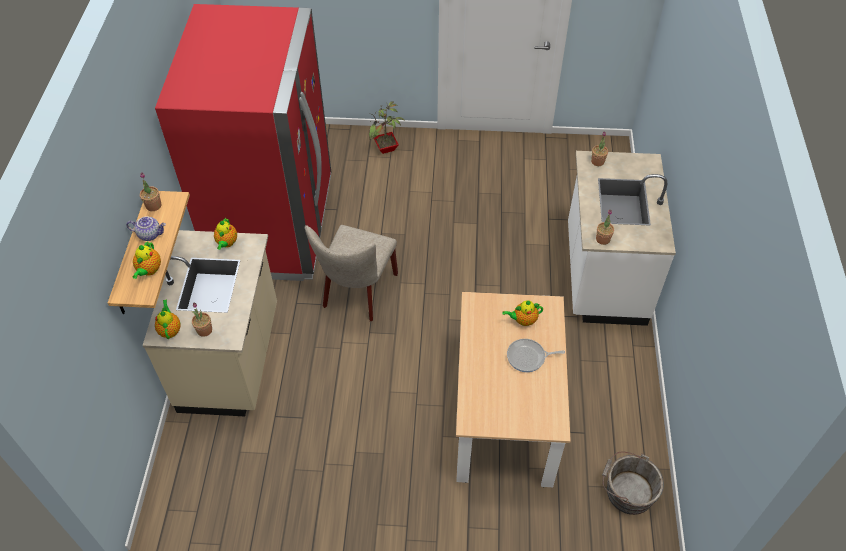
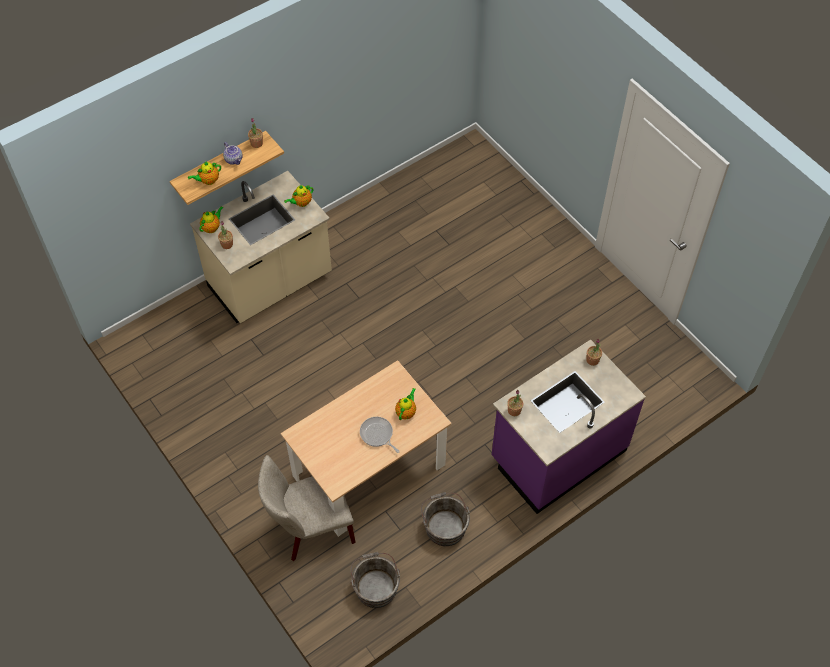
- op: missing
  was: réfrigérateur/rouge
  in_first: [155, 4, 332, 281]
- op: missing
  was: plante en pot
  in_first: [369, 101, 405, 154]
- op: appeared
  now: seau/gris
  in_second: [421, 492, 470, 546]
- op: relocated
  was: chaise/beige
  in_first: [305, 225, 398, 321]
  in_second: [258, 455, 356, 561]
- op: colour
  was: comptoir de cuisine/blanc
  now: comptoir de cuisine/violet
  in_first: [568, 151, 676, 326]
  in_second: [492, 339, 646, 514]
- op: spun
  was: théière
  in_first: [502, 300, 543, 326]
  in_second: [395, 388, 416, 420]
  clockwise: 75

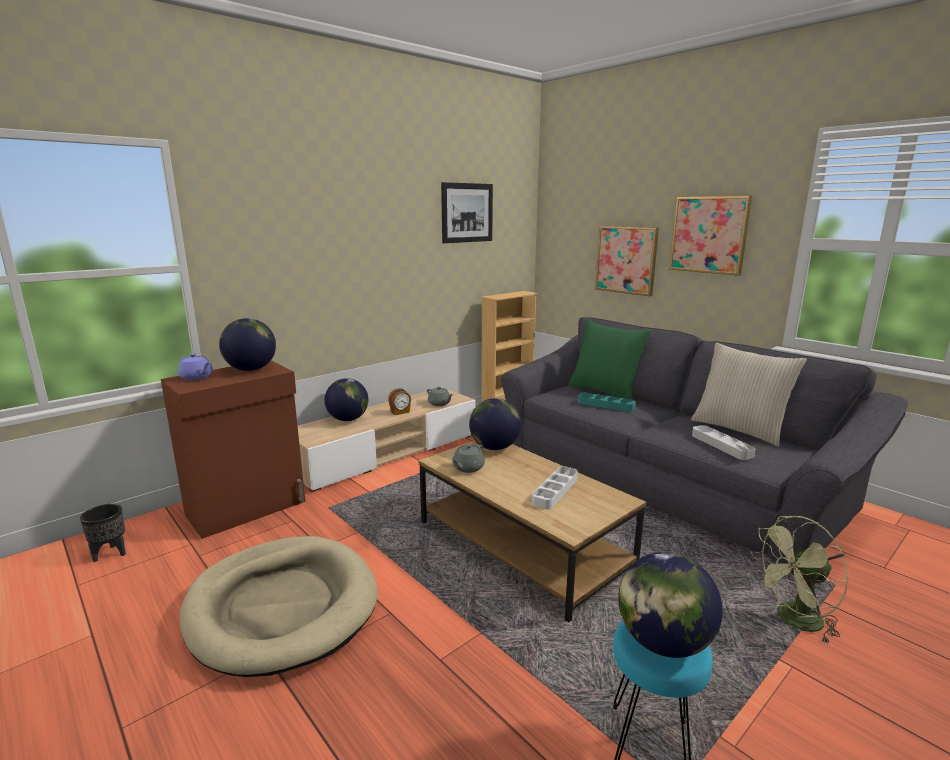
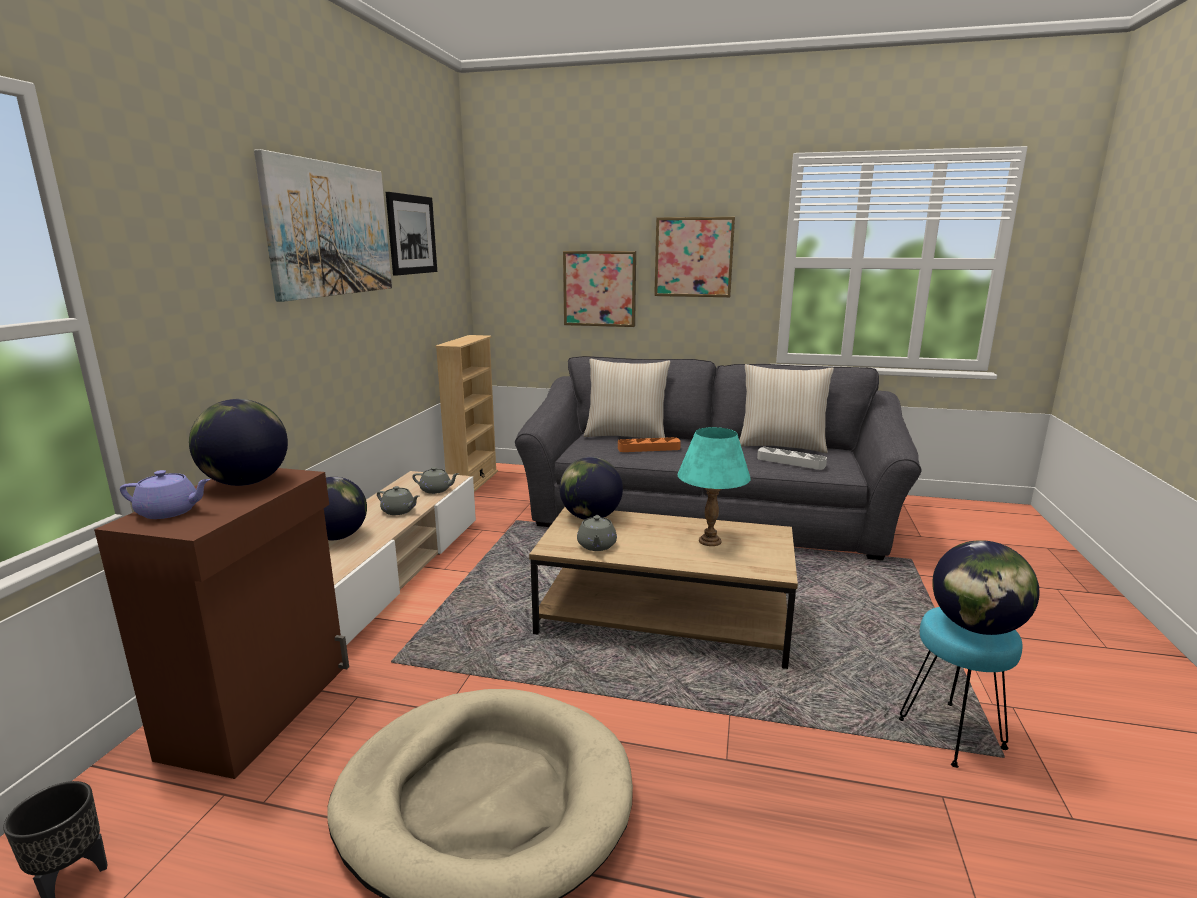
- op: missing
  was: ventilateur/vert
  in_first: [751, 516, 848, 644]
- op: appeared
  now: tableau
  in_second: [254, 149, 392, 302]
- op: exchanged
  was: réveil
  now: théière/gris
  in_first: [388, 388, 411, 415]
  in_second: [377, 486, 419, 515]
- op: exchanged
  was: plateau/blanc
  now: lampe de table/turquoise
  in_first: [532, 466, 578, 509]
  in_second: [677, 427, 751, 546]
- op: colour
  was: coussin/vert
  now: coussin/beige
  in_first: [568, 320, 651, 400]
  in_second: [584, 359, 671, 438]
- op: colour
  was: plateau/turquoise
  now: plateau/orange
  in_first: [578, 393, 636, 412]
  in_second: [618, 437, 681, 452]

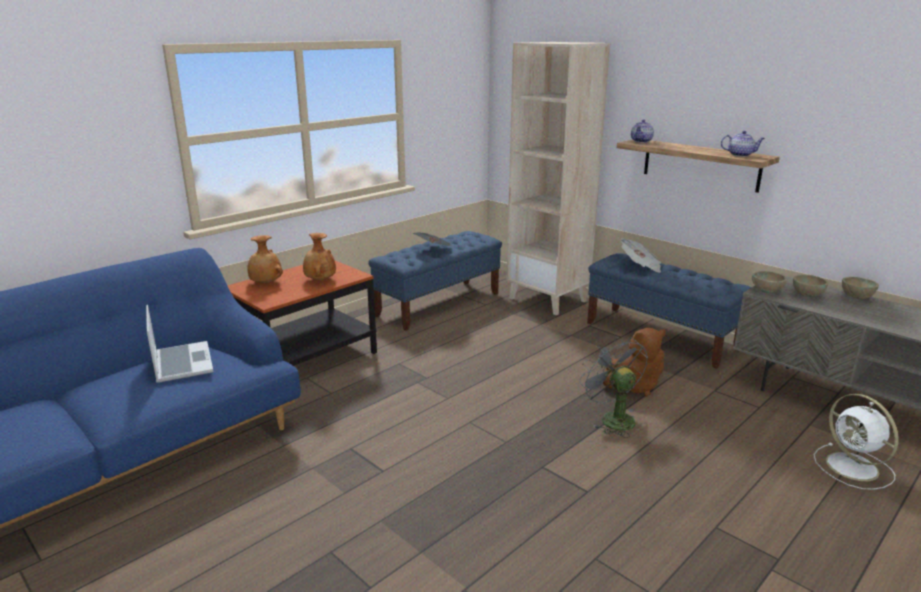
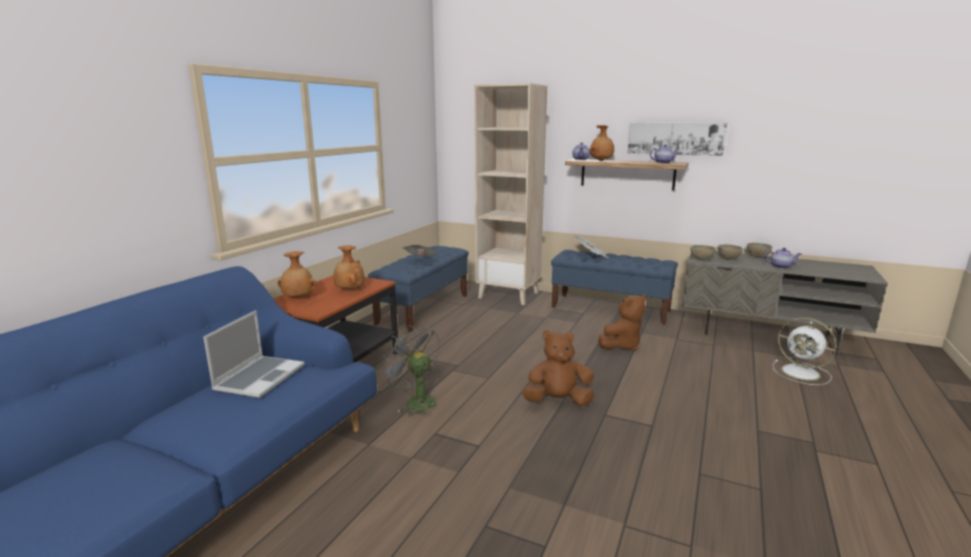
- op: appeared
  now: peluche/marron
  in_second: [522, 330, 594, 406]
- op: appeared
  now: vase/marron
  in_second: [589, 125, 614, 161]
- op: appeared
  now: tableau
  in_second: [628, 123, 727, 156]
- op: appeared
  now: théière
  in_second: [764, 248, 801, 269]
- op: relocated
  was: ventilateur/gris
  in_first: [579, 336, 648, 438]
  in_second: [380, 325, 440, 416]
- op: spun
  was: ordinateur portable
  in_first: [146, 305, 213, 383]
  in_second: [203, 310, 304, 398]
  clockwise: 60

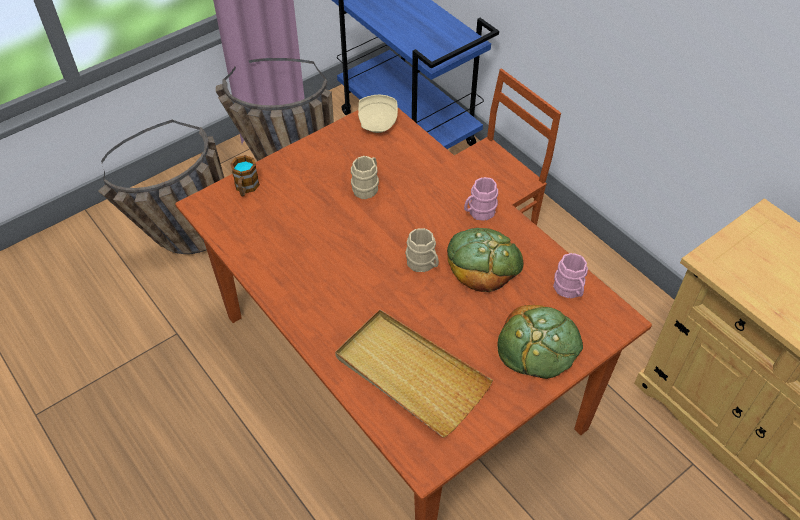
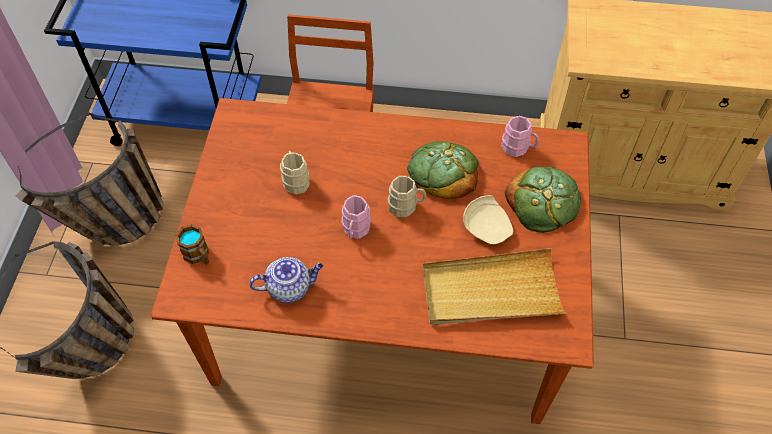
- op: appeared
  now: théière
  in_second: [249, 257, 324, 303]
- op: relocated
  was: assiette/beige
  in_first: [358, 95, 398, 133]
  in_second: [463, 195, 513, 244]
- op: relocated
  was: mug/rose
  in_first: [464, 177, 498, 221]
  in_second: [341, 195, 371, 239]

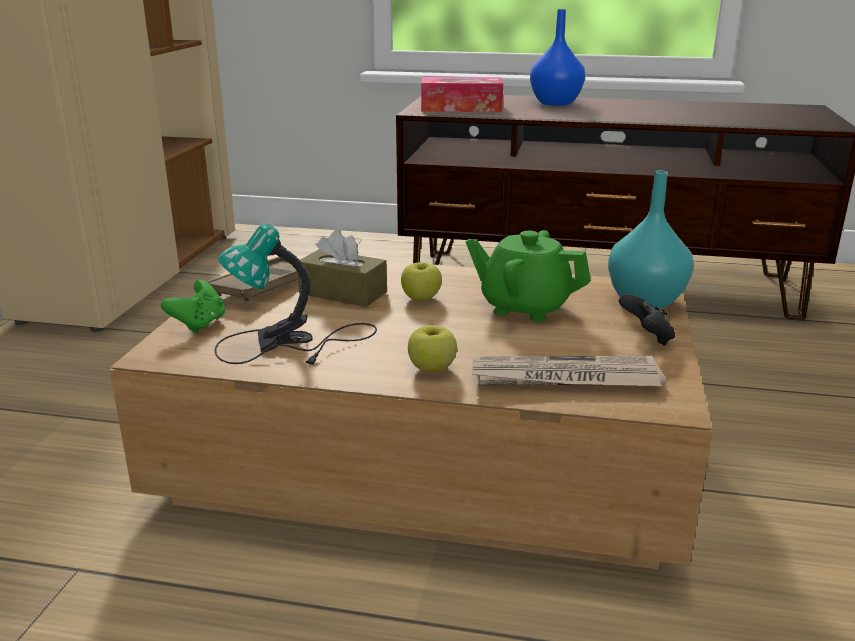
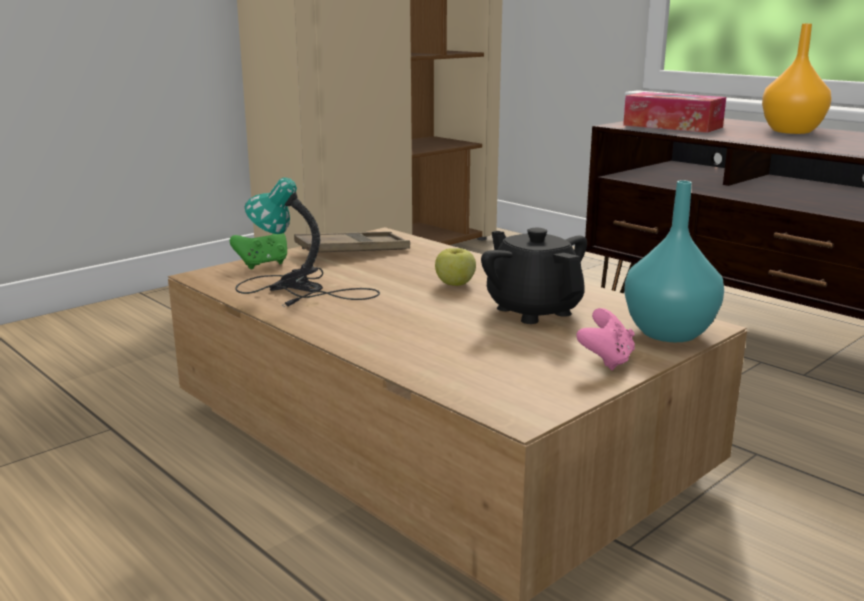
- op: missing
  was: boîte à mouchoirs/marron
  in_first: [298, 229, 387, 307]
- op: missing
  was: pomme
  in_first: [408, 325, 457, 372]
- op: missing
  was: journal
  in_first: [472, 356, 666, 386]
- op: colour
  was: théière/vert
  now: théière/noir
  in_first: [466, 230, 591, 322]
  in_second: [481, 228, 587, 324]
- op: colour
  was: vase/bleu
  now: vase/orange
  in_first: [530, 9, 585, 106]
  in_second: [762, 24, 832, 134]
- op: colour
  was: manette/noir
  now: manette/rose
  in_first: [619, 294, 675, 346]
  in_second: [576, 308, 635, 370]

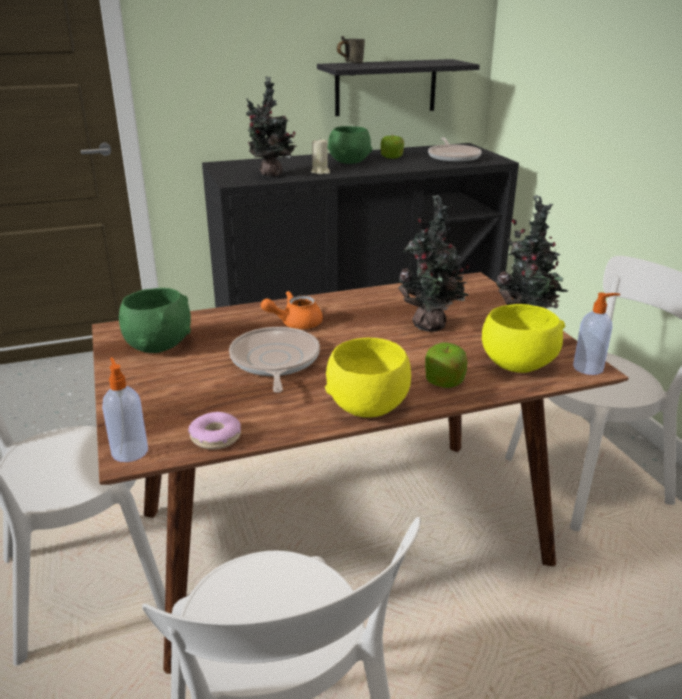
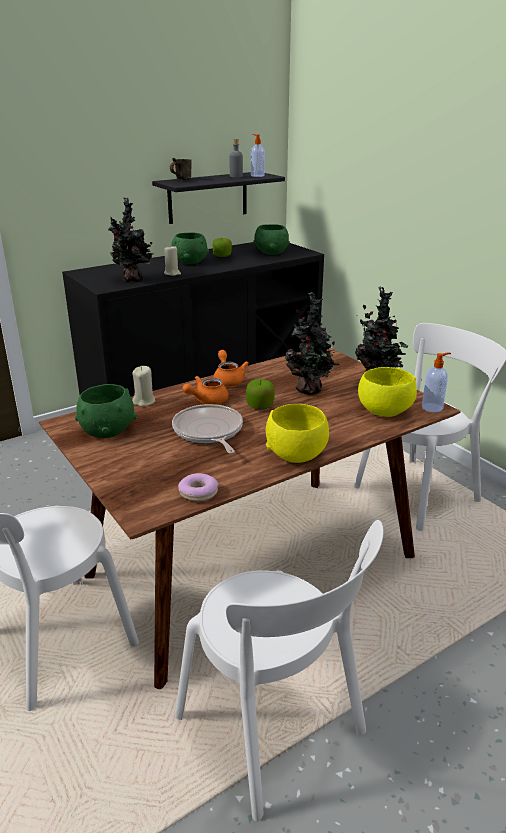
- op: appeared
  now: bougie/beige
  in_second: [132, 366, 155, 407]
- op: appeared
  now: théière/orange
  in_second: [213, 350, 249, 387]
- op: appeared
  now: bouteille/gris
  in_second: [229, 139, 243, 178]
- op: relocated
  was: distributeur de savon
  in_first: [102, 358, 148, 462]
  in_second: [251, 134, 265, 177]
- op: relocated
  was: pomme
  in_first: [425, 342, 468, 388]
  in_second: [246, 379, 275, 409]
- op: exchanged
  was: poêle
  now: bol/vert
  in_first: [428, 138, 482, 163]
  in_second: [253, 224, 290, 255]

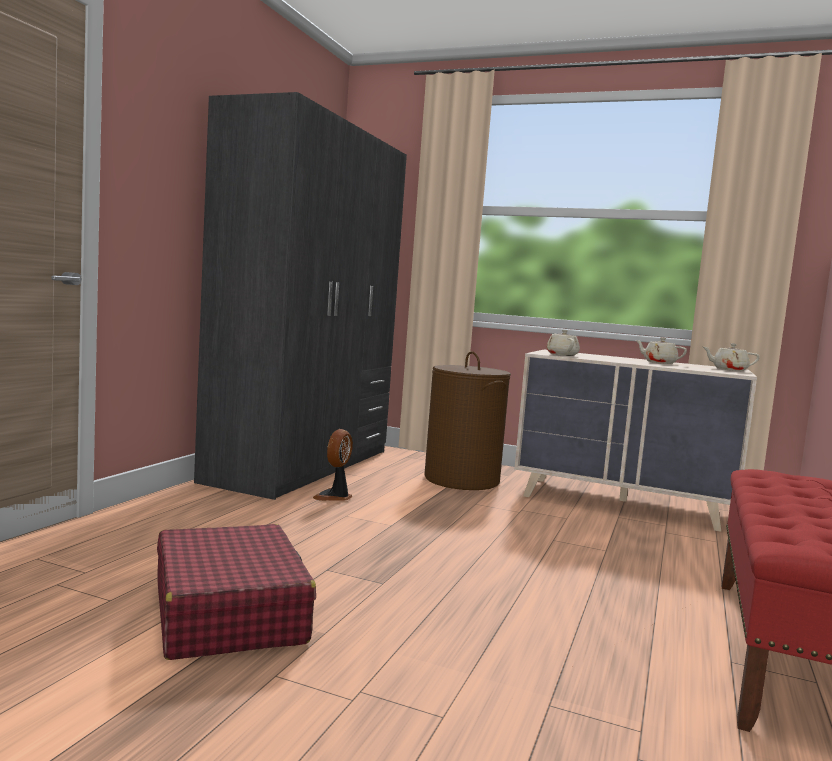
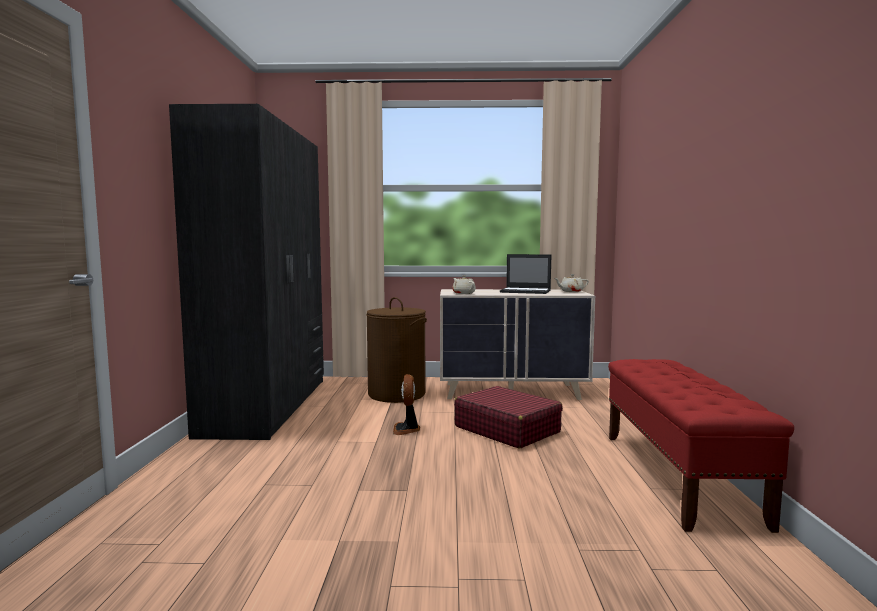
- op: relocated
  was: valise/rouge
  in_first: [157, 524, 316, 660]
  in_second: [454, 386, 563, 449]
- op: relocated
  was: ventilateur
  in_first: [313, 429, 353, 501]
  in_second: [393, 374, 420, 435]
- op: exchanged
  was: théière/beige
  now: ordinateur portable
  in_first: [636, 337, 687, 364]
  in_second: [500, 254, 551, 294]

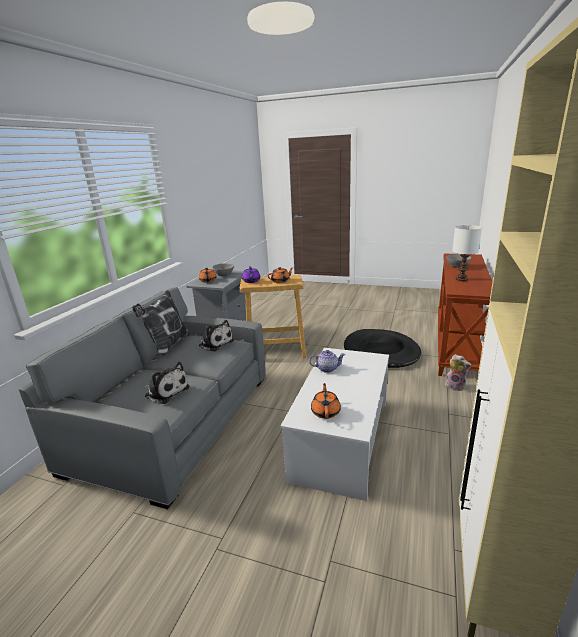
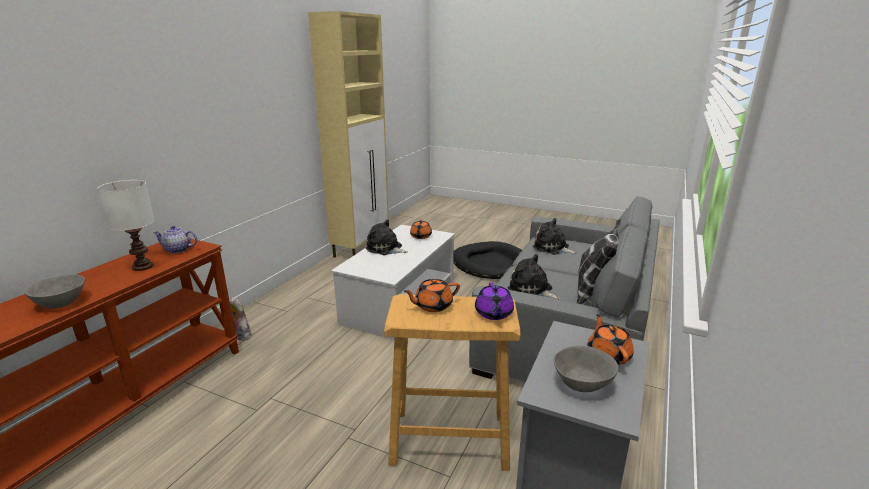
- op: appeared
  now: peluche
  in_second: [366, 219, 408, 255]
- op: relocated
  was: théière
  in_first: [309, 350, 345, 373]
  in_second: [153, 226, 197, 254]
- op: relocated
  was: panier pour chien/noir
  in_first: [344, 329, 421, 368]
  in_second: [453, 241, 522, 279]

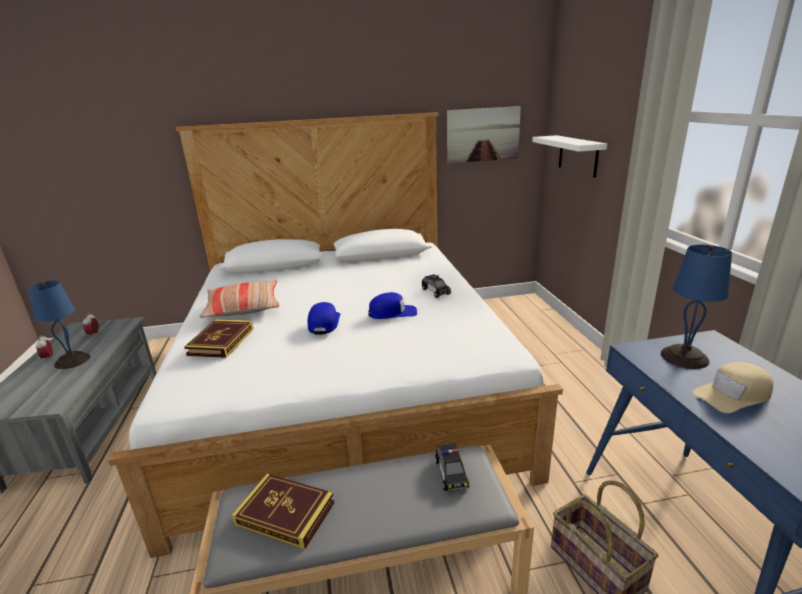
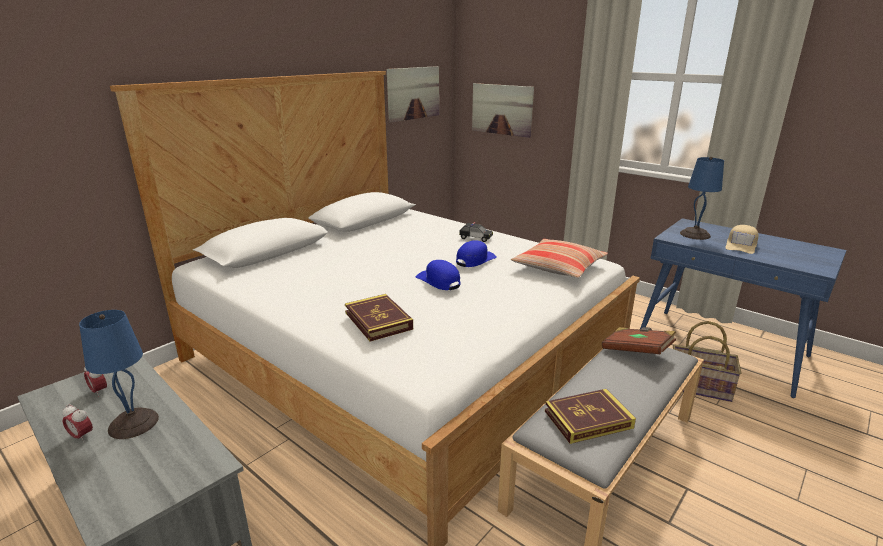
- op: relocated
  was: coussin
  in_first: [200, 280, 279, 318]
  in_second: [511, 239, 608, 278]
- op: exchanged
  was: petite voiture
  now: livre/marron
  in_first: [435, 443, 469, 491]
  in_second: [602, 327, 676, 354]
- op: exchanged
  was: étagère/blanc
  now: tableau
  in_first: [532, 135, 607, 178]
  in_second: [472, 83, 534, 138]

